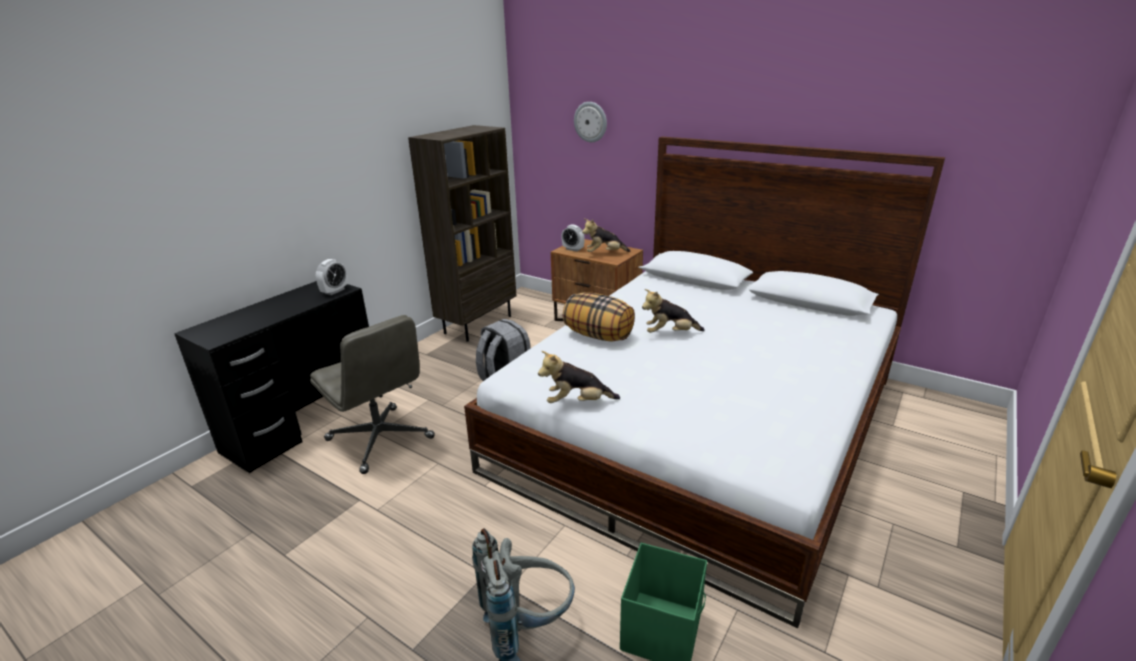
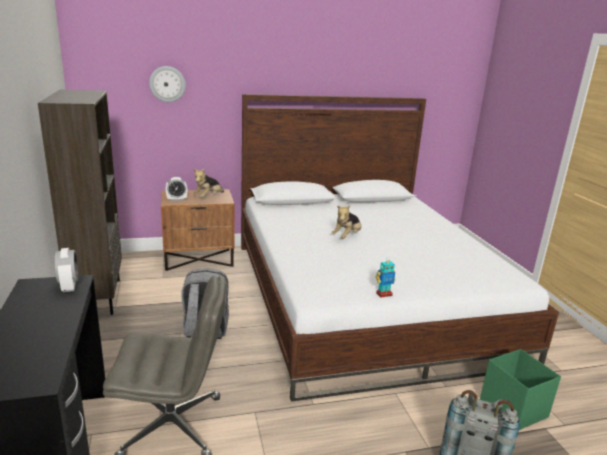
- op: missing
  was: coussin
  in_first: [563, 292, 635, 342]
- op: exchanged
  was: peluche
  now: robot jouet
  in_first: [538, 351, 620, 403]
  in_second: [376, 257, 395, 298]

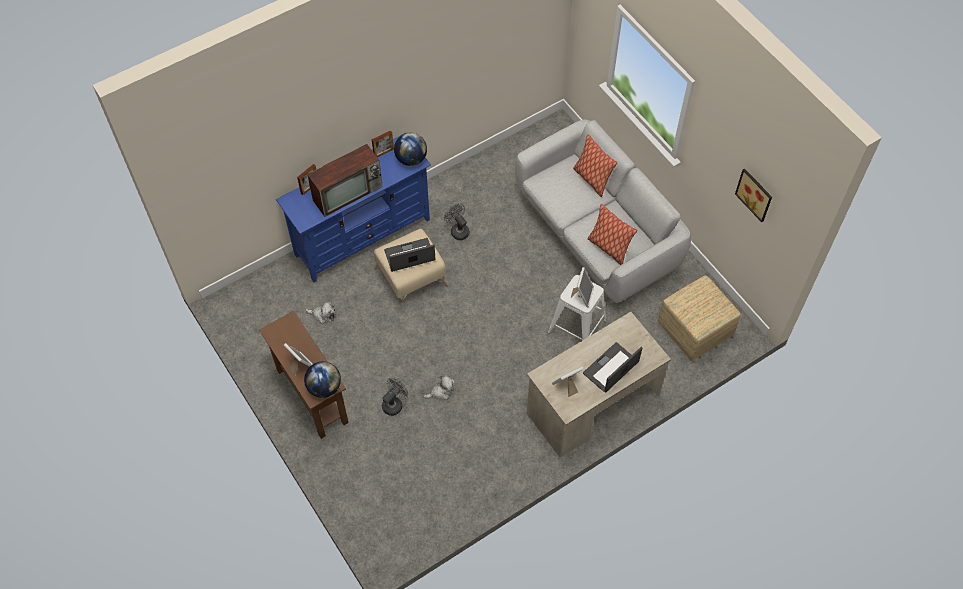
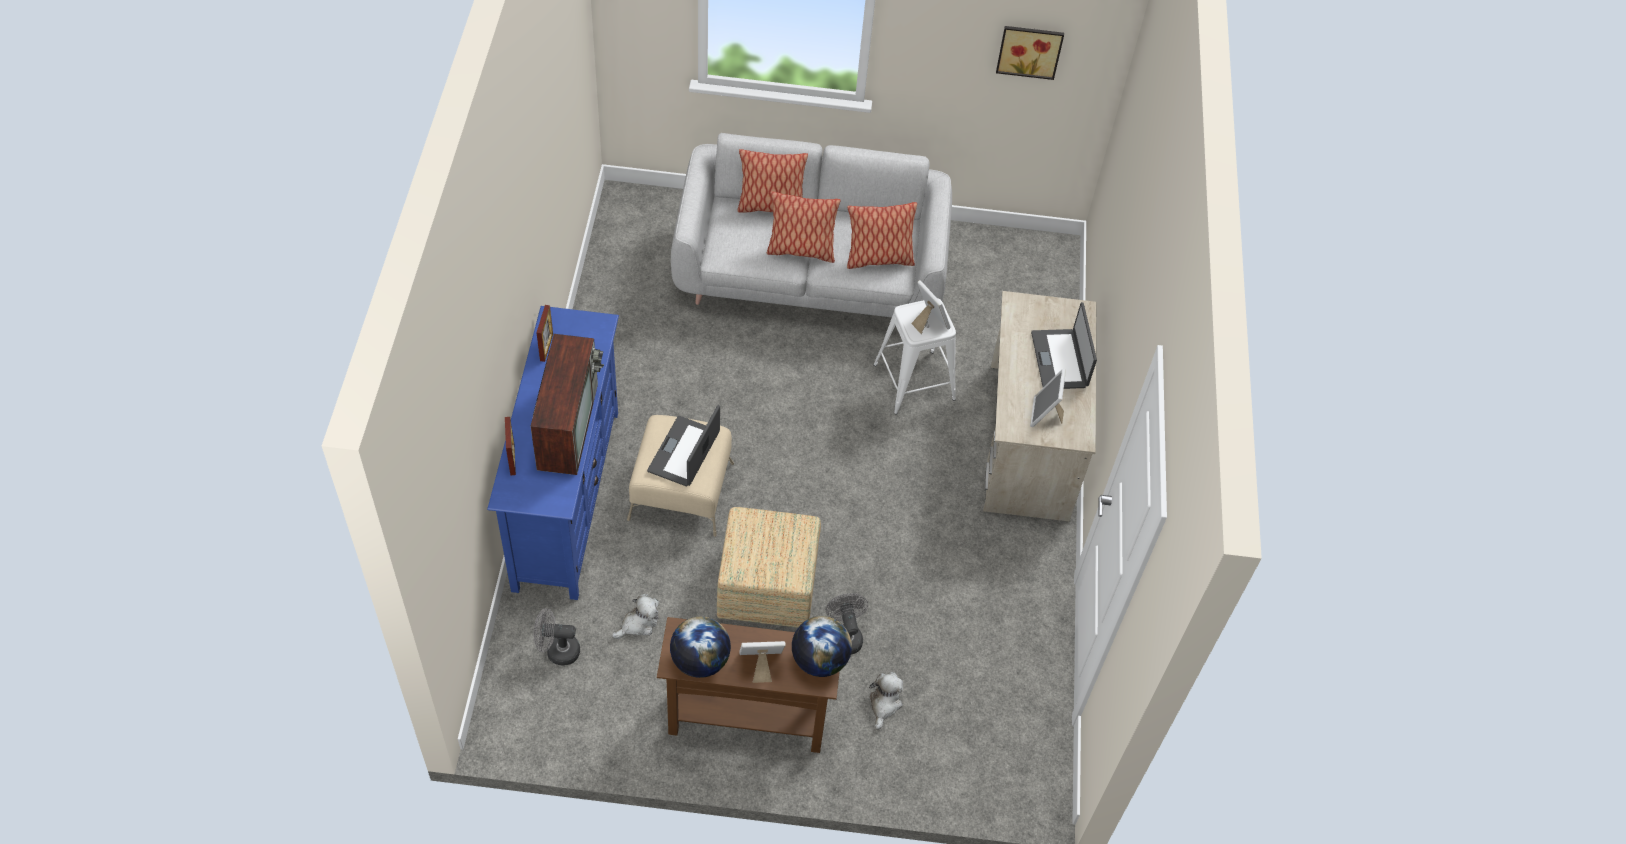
- op: appeared
  now: coussin
  in_second: [767, 191, 840, 263]
- op: relocated
  was: globe
  in_first: [394, 133, 427, 166]
  in_second: [670, 617, 731, 678]
- op: relocated
  was: peluche
  in_first: [423, 375, 455, 400]
  in_second: [869, 672, 903, 730]
- op: relocated
  was: ventilateur/gris
  in_first: [444, 203, 470, 240]
  in_second: [533, 608, 580, 665]
- op: relocated
  was: pouf
  in_first: [658, 276, 741, 361]
  in_second: [717, 507, 821, 628]

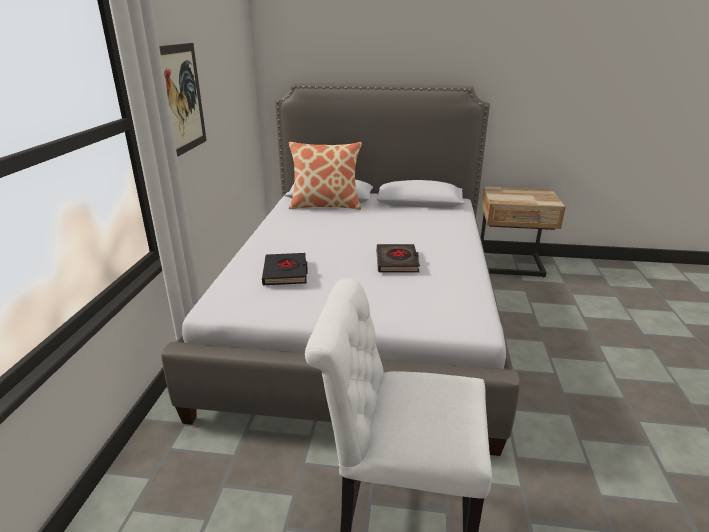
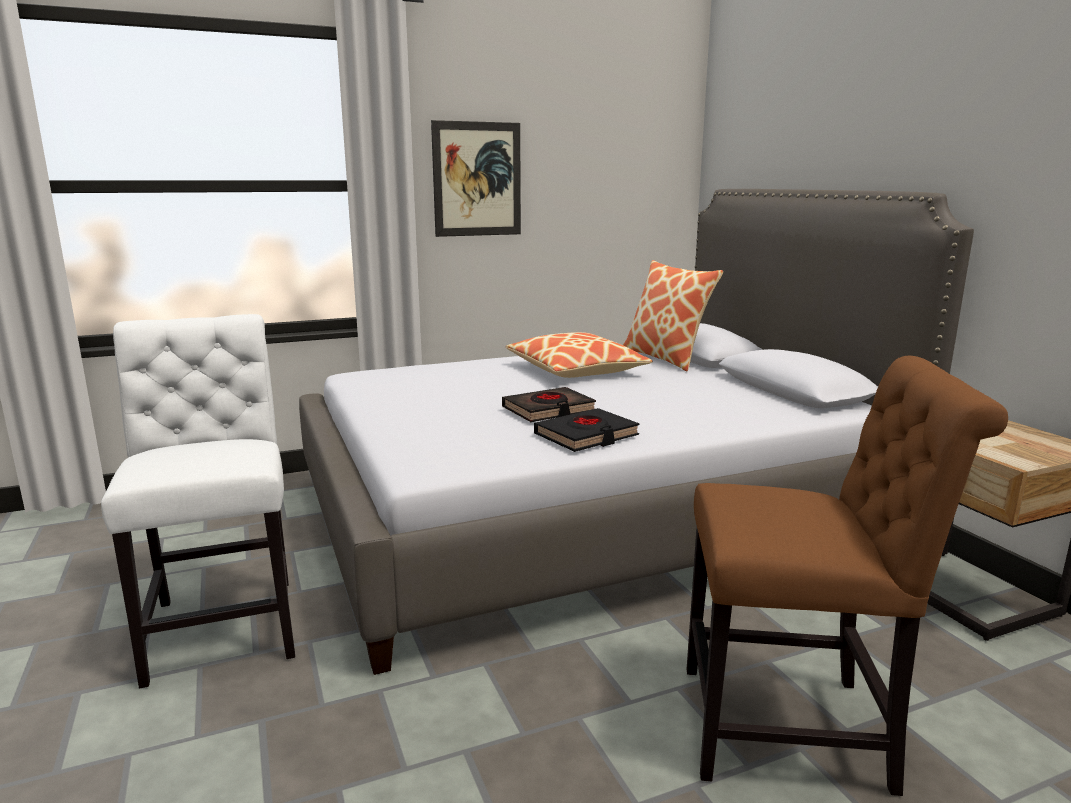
- op: appeared
  now: coussin
  in_second: [506, 332, 653, 378]
- op: appeared
  now: chaise/marron
  in_second: [687, 356, 1008, 796]
- op: relocated
  was: livre/noir
  in_first: [262, 253, 308, 285]
  in_second: [534, 408, 639, 452]

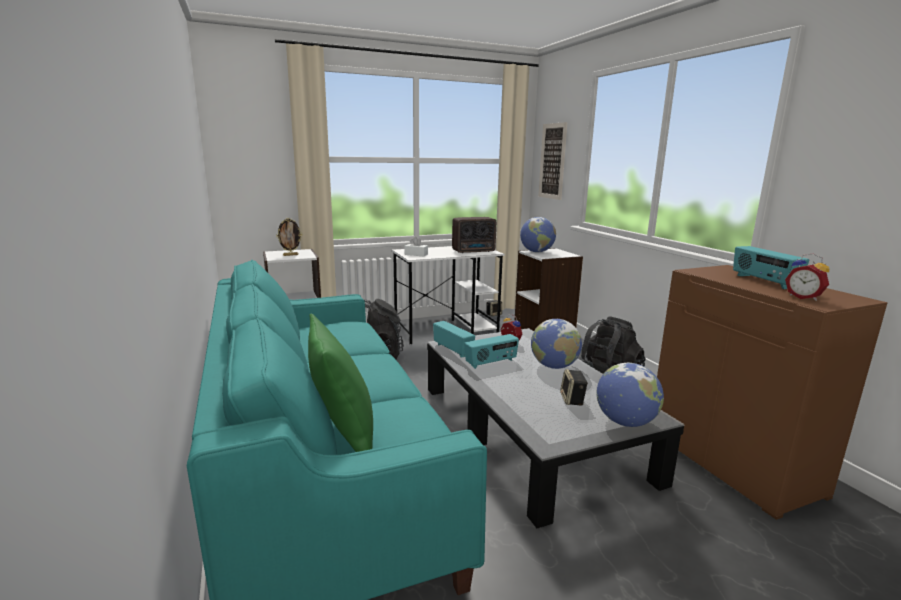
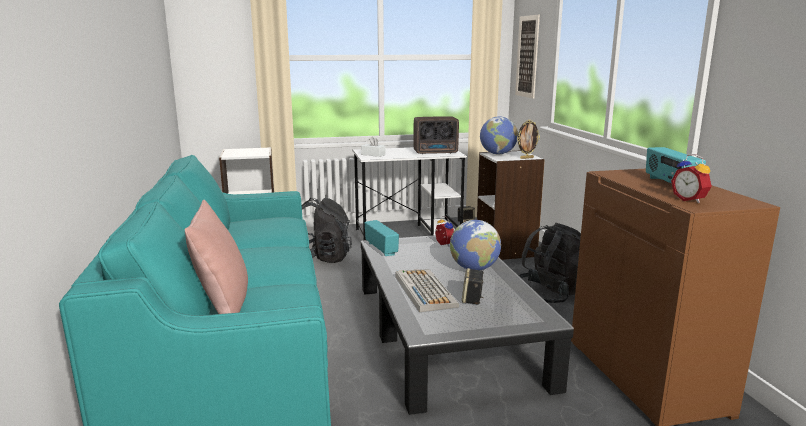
- op: missing
  was: radio
  in_first: [464, 334, 519, 369]
- op: missing
  was: globe
  in_first: [596, 363, 664, 427]
- op: appeared
  now: clavier
  in_second: [395, 269, 459, 312]
- op: relocated
  was: cadre photo
  in_first: [276, 218, 302, 256]
  in_second: [517, 120, 540, 159]
- op: colour
  was: coussin/vert
  now: coussin/rose
  in_first: [308, 314, 373, 452]
  in_second: [185, 200, 248, 314]

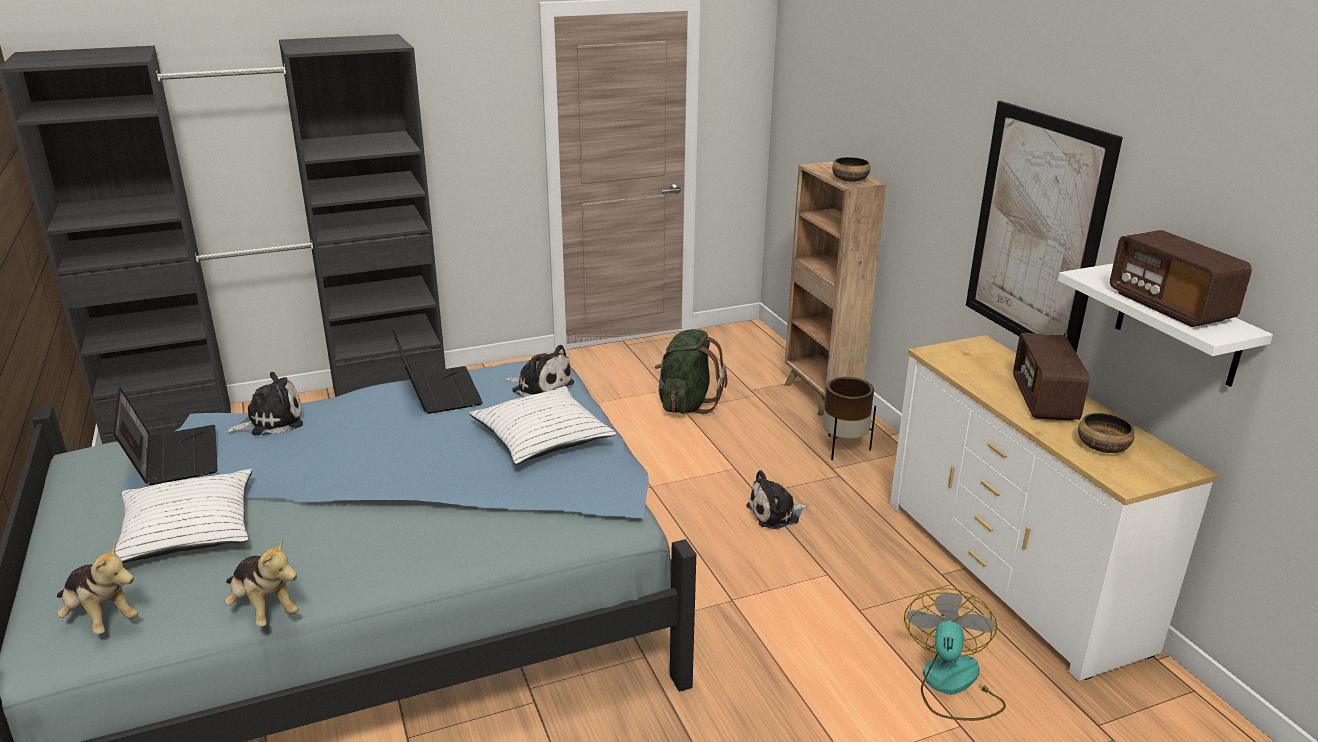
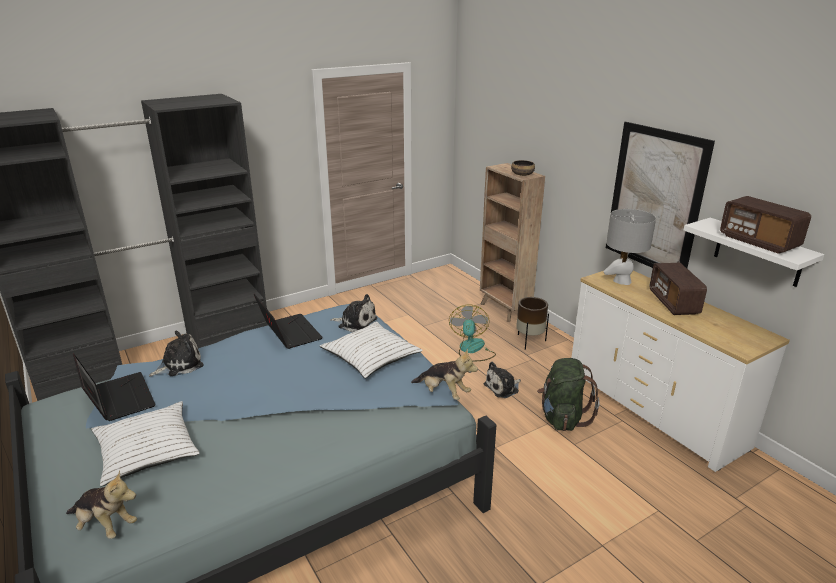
- op: missing
  was: bol
  in_first: [1078, 413, 1135, 453]
- op: appeared
  now: lampe de table/gris
  in_second: [603, 209, 656, 285]
- op: relocated
  was: peluche
  in_first: [225, 537, 299, 627]
  in_second: [411, 349, 478, 400]
- op: relocated
  was: sac à dos/vert
  in_first: [655, 329, 727, 414]
  in_second: [537, 358, 600, 431]
- op: relocated
  was: ventilateur
  in_first: [904, 588, 1006, 721]
  in_second: [449, 305, 496, 362]

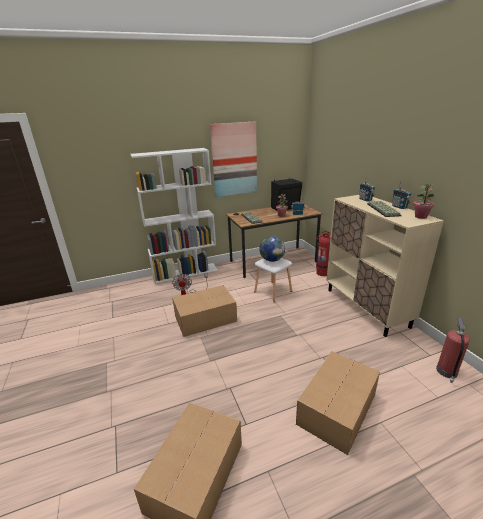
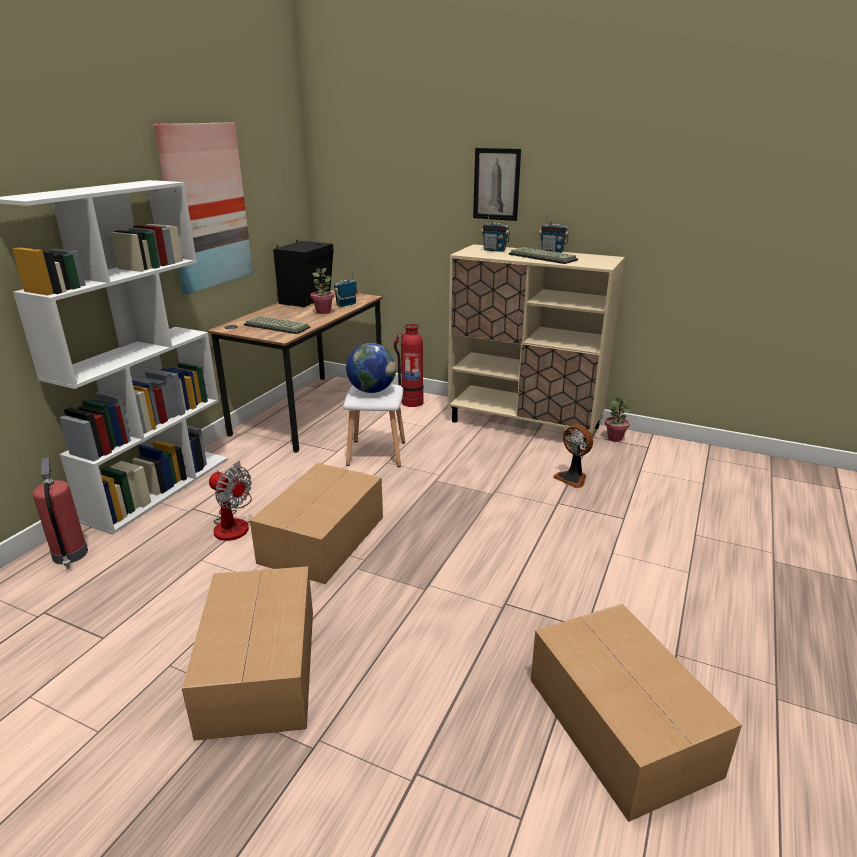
- op: appeared
  now: tableau
  in_second: [473, 148, 521, 221]
- op: appeared
  now: ventilateur
  in_second: [553, 425, 593, 488]
- op: relocated
  was: carton
  in_first: [296, 351, 380, 455]
  in_second: [182, 566, 313, 741]
- op: relocated
  was: plante en pot
  in_first: [413, 183, 435, 219]
  in_second: [605, 397, 631, 442]
- op: relocated
  was: extincteur
  in_first: [436, 318, 470, 383]
  in_second: [33, 458, 88, 569]

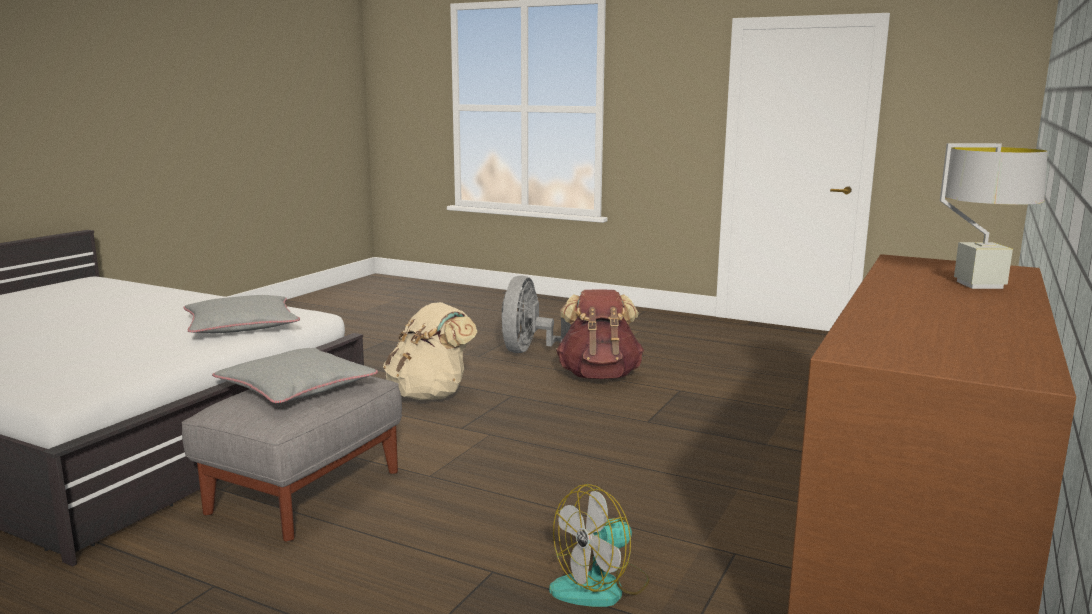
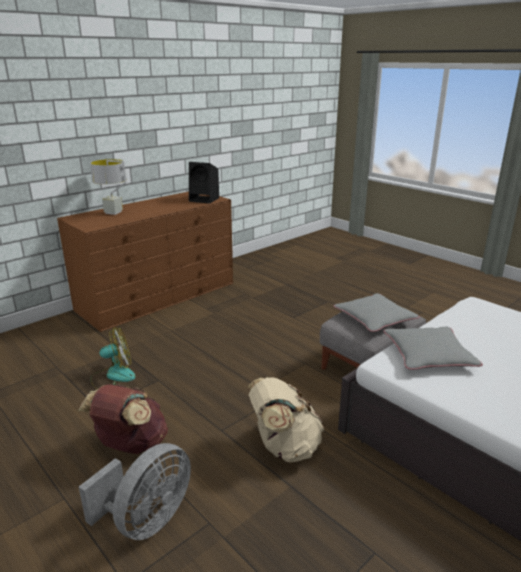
- op: appeared
  now: enceinte/noir
  in_second: [189, 162, 219, 204]
- op: relocated
  was: ventilateur
  in_first: [549, 484, 649, 607]
  in_second: [91, 327, 135, 389]

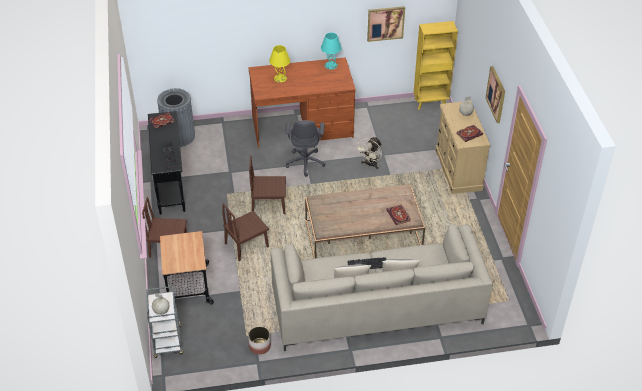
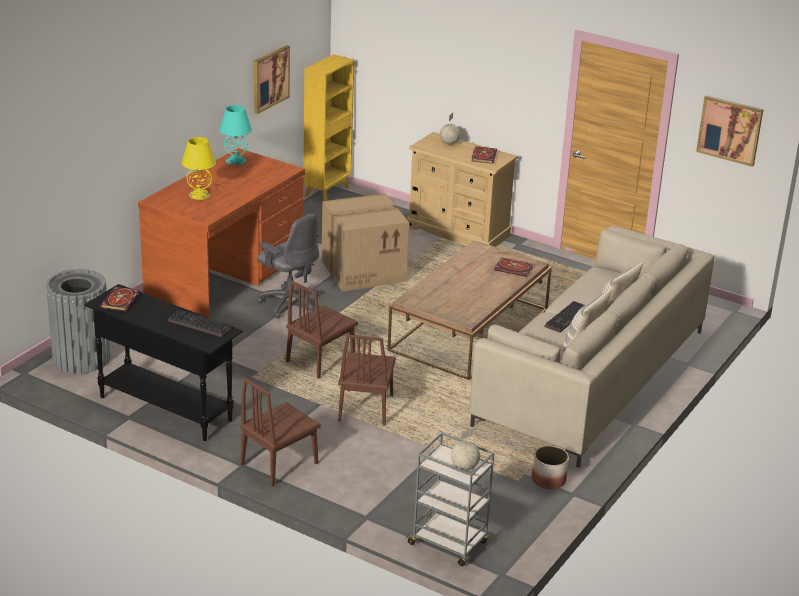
- op: missing
  was: chariot
  in_first: [160, 231, 214, 305]
- op: relocated
  was: tableau
  in_first: [486, 66, 505, 123]
  in_second: [696, 95, 763, 167]
- op: exchanged
  was: ventilateur/beige
  now: carton
  in_first: [355, 137, 382, 169]
  in_second: [321, 193, 409, 291]

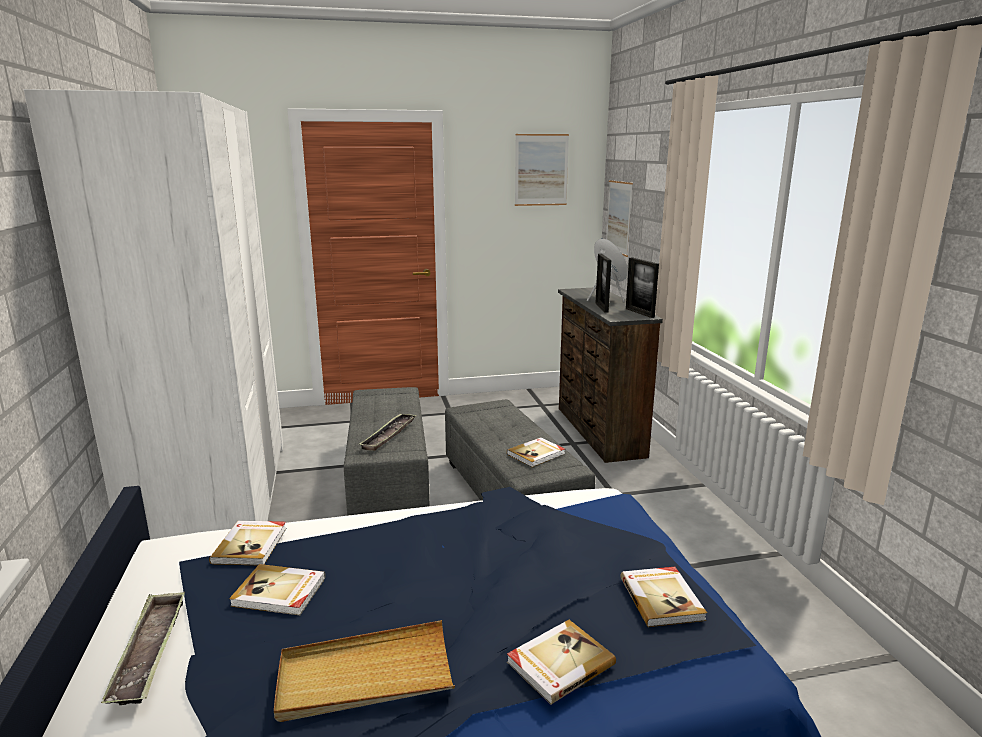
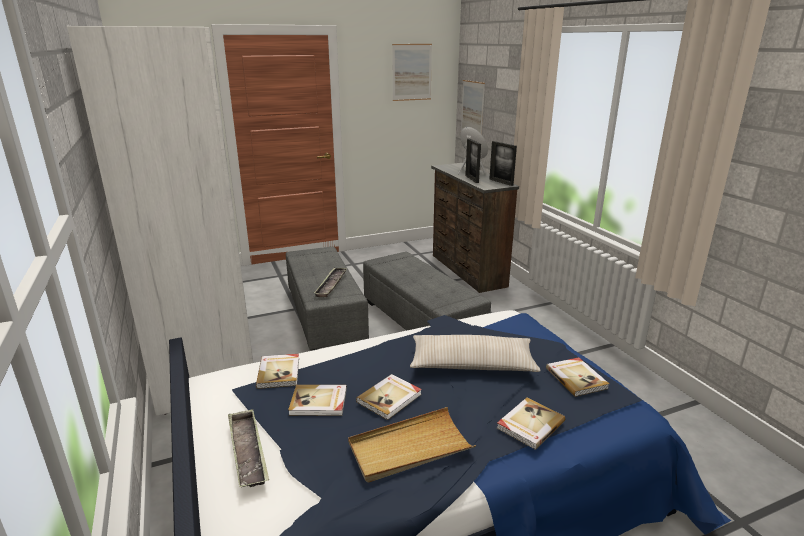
- op: appeared
  now: coussin/beige
  in_second: [410, 335, 540, 372]
- op: relocated
  was: livre
  in_first: [507, 437, 565, 467]
  in_second: [356, 374, 422, 420]

